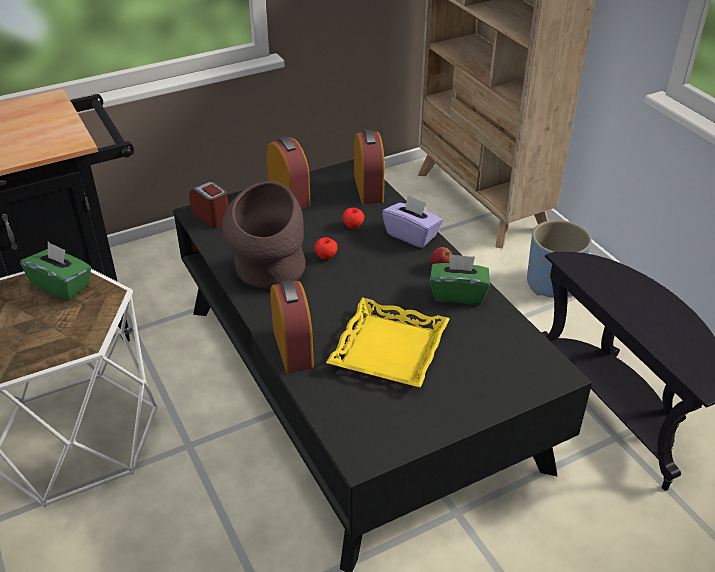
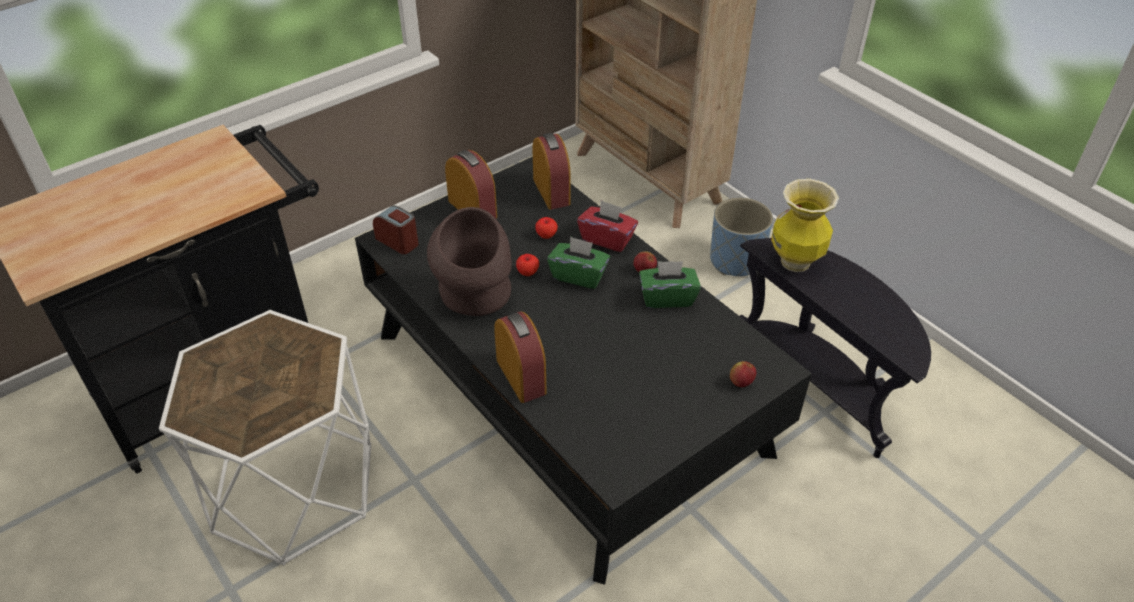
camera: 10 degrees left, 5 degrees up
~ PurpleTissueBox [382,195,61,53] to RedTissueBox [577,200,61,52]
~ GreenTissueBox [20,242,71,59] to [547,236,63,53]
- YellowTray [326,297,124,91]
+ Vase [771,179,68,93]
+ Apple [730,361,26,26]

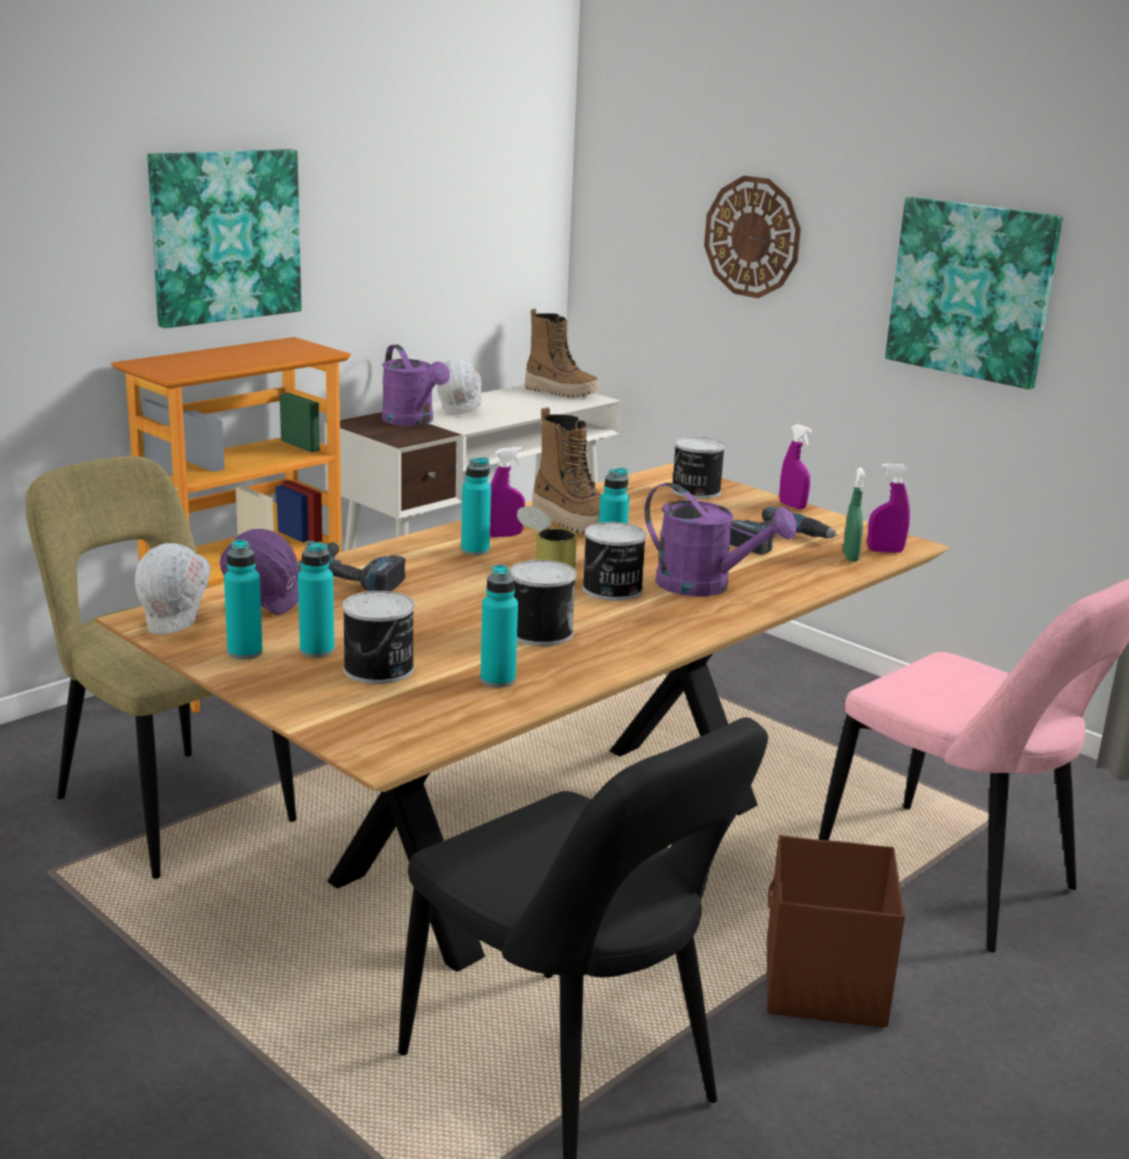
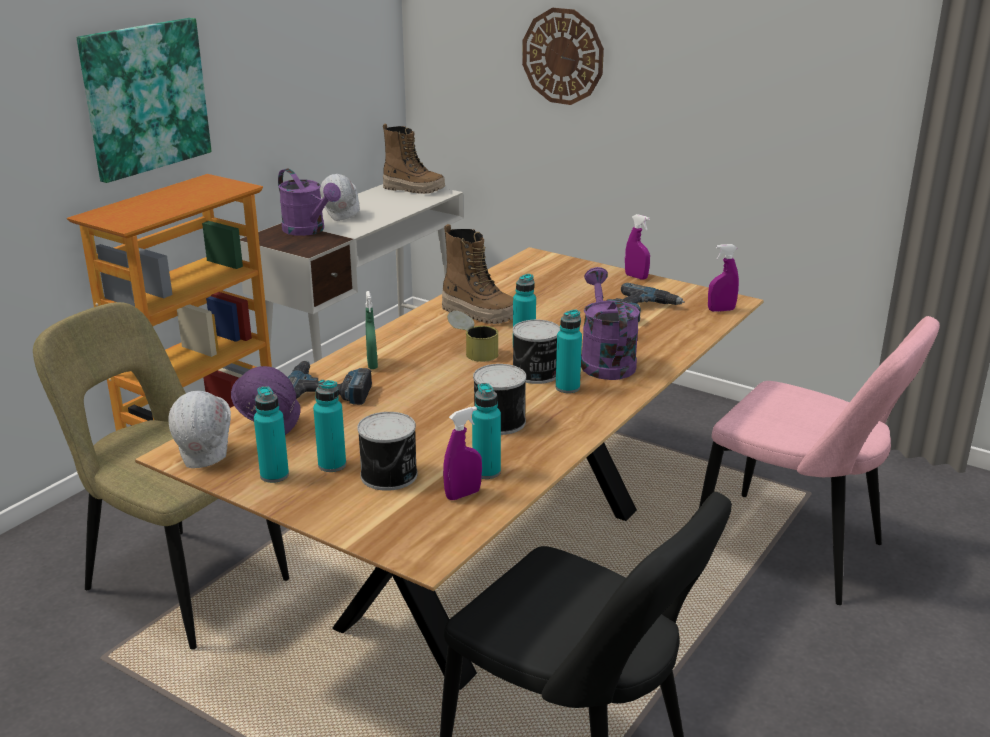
camera: 10 degrees left, 5 degrees up
- Picture [885,197,178,192]
- Can [672,437,53,62]
~ PurpleSprayBottle [490,447,35,90] to [443,406,39,94]
~ TurquoiseBottle [461,458,30,97] to [556,310,26,83]
~ GreenSprayBottle [843,468,23,94] to [366,291,12,78]
~ PurpleWateringCan [645,483,152,114] = [581,267,59,113] 120 degrees counterclockwise
- BrownStorageBox [767,835,138,193]

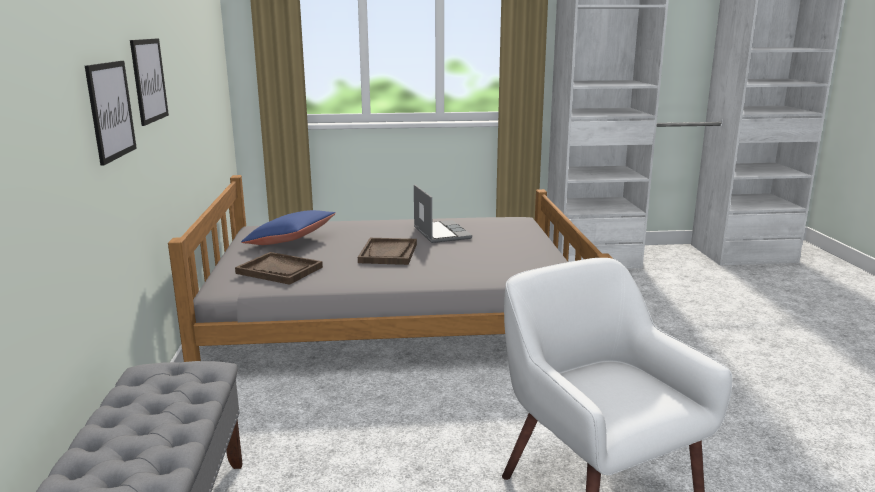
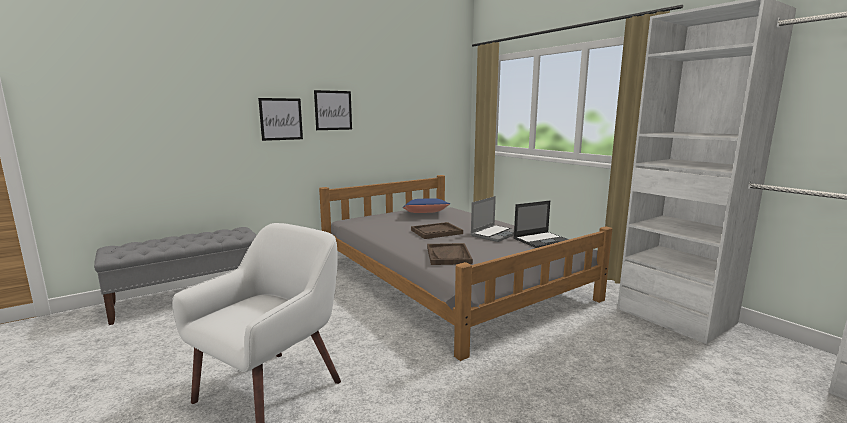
camera: 60 degrees right, 5 degrees down
~ BrownTray [235,252,88,33] to [427,243,46,22]
+ Laptop [513,201,56,47]

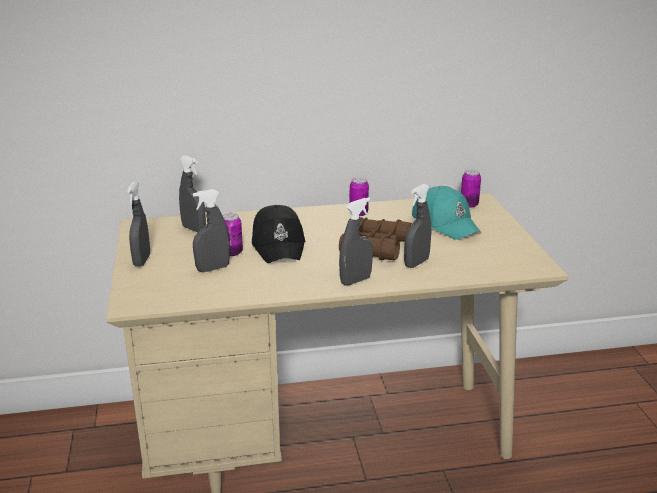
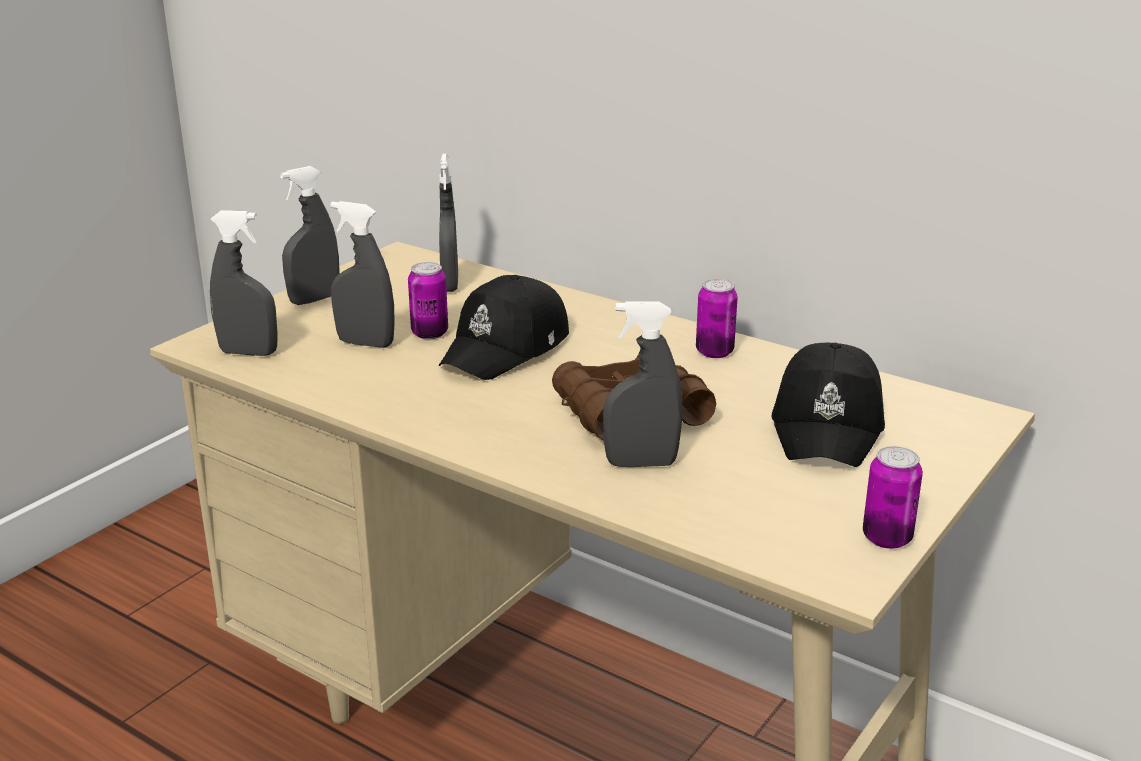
camera: 45 degrees right, 0 degrees up
~ Can [461,169,20,39] to [863,446,60,103]
~ TurquoiseCap [412,186,69,54] to BlackCap [772,343,113,124]
~ GreySprayBottle [339,197,34,89] to [210,210,68,146]

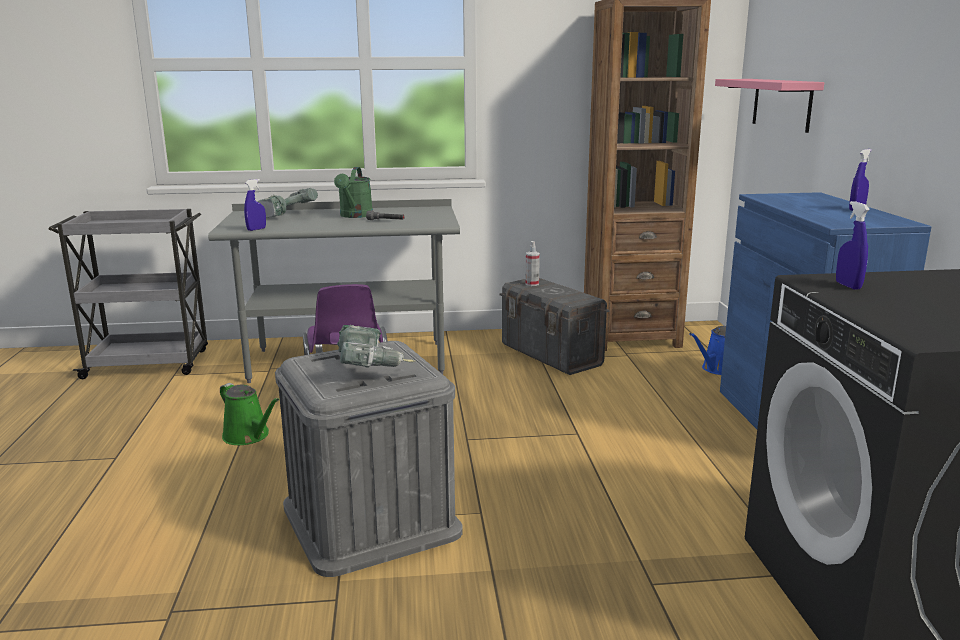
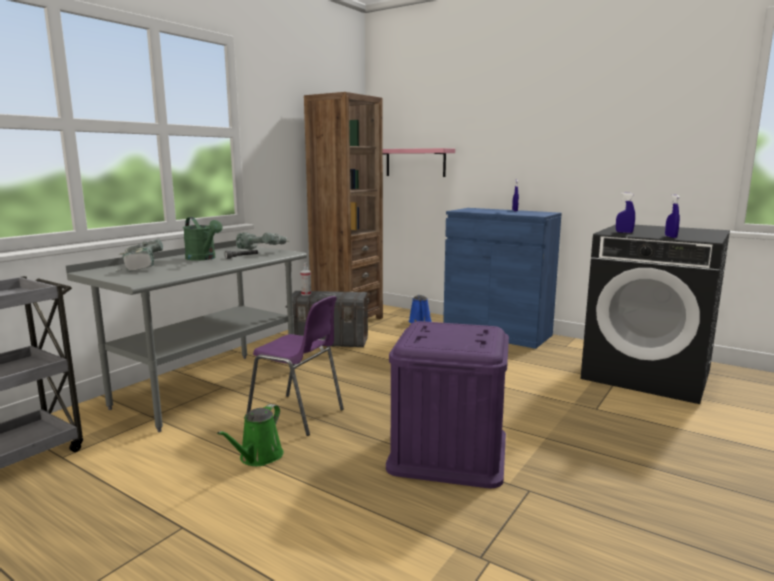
camera: 50 degrees left, 5 degrees down
~ BlueSprayBottle [244,179,22,52] to [665,194,15,44]
~ PowerDrill [337,325,78,43] to [236,232,53,18]
~ GreyStorageBox [275,341,188,236] to PurpleStorageBox [386,321,123,167]
~ GreenWateringCan [220,383,59,62] = [217,404,67,62] 120 degrees clockwise

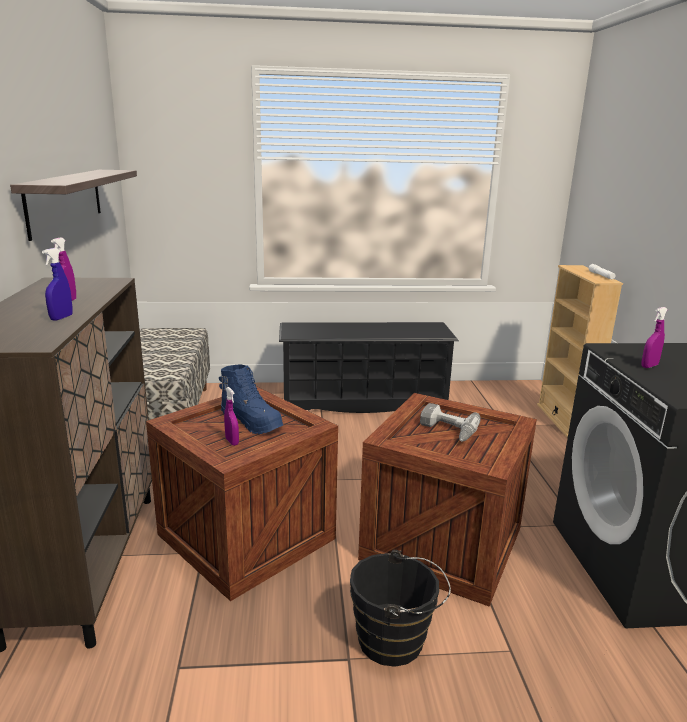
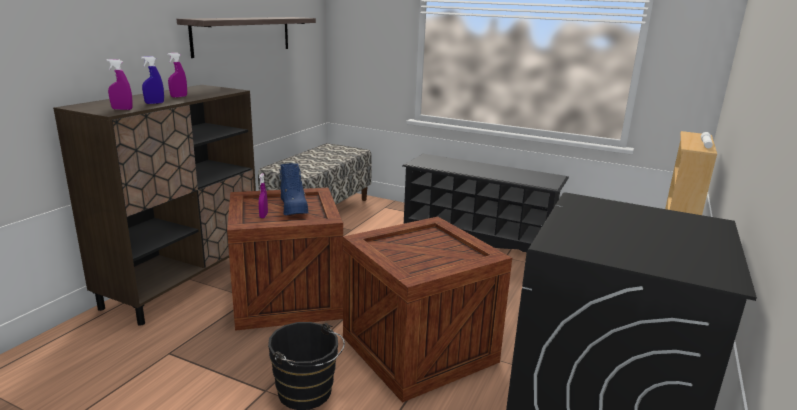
camera: 30 degrees right, 0 degrees up
~ PurpleSprayBottle [641,307,27,61] to [106,59,27,51]
- PowerDrill [420,403,61,39]

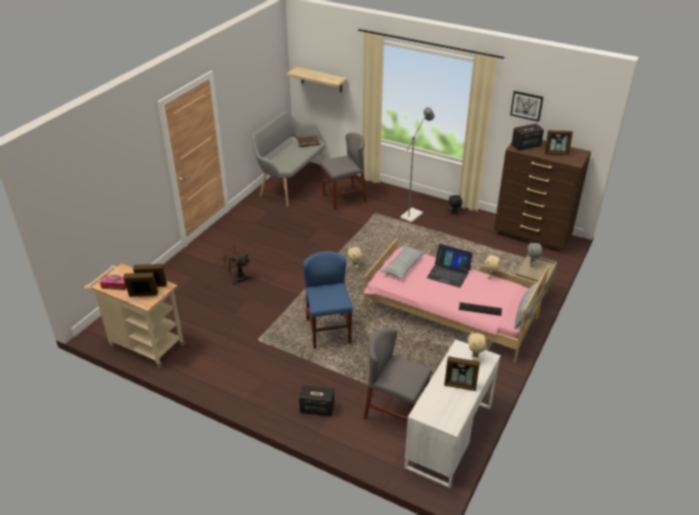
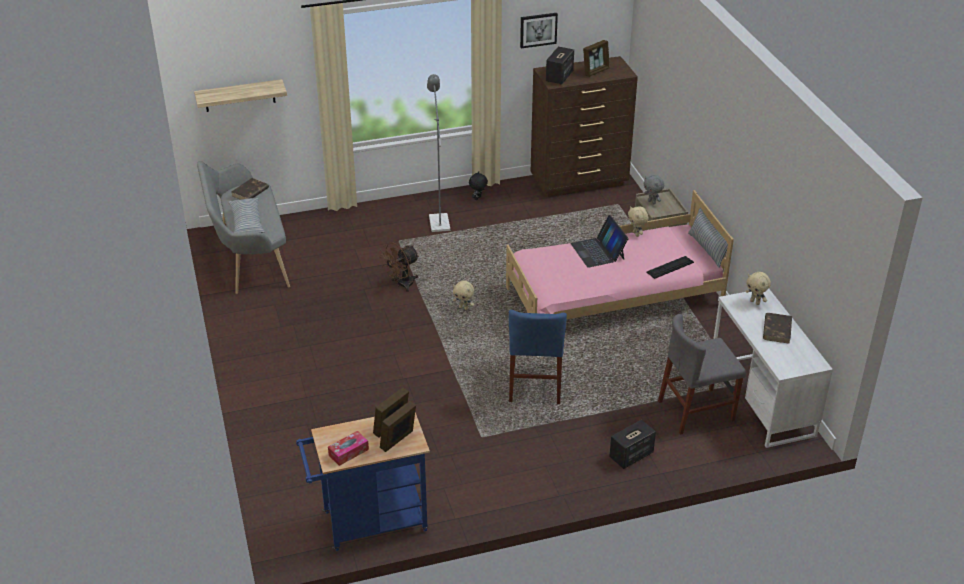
camera: 45 degrees left, 0 degrees up
- GreyChair [320,132,46,77]
~ BrownFan [222,244,30,41] to [379,242,40,50]
~ Laptop [427,244,46,44] = [571,215,57,53] 90 degrees clockwise
~ Pillow [380,245,46,35] to [228,198,37,35]
~ BlueChair [303,251,50,98] = [509,310,58,94] 120 degrees counterclockwise
~ BeigeCart [84,263,101,104] to BlueCart [296,412,134,139]
~ PictureFrame [444,356,36,35] to BrownBook [763,313,29,31]

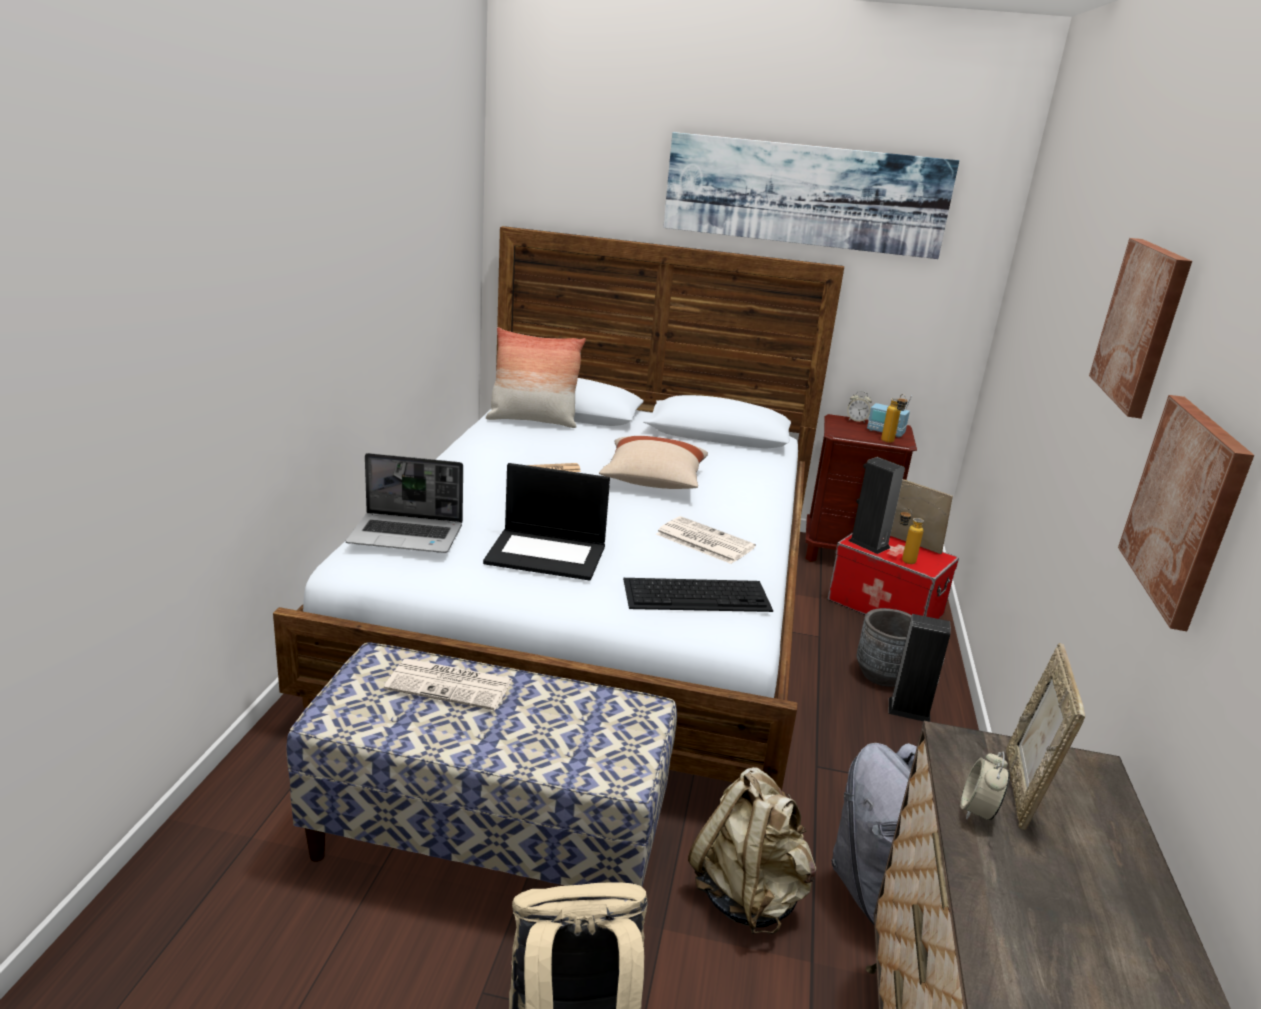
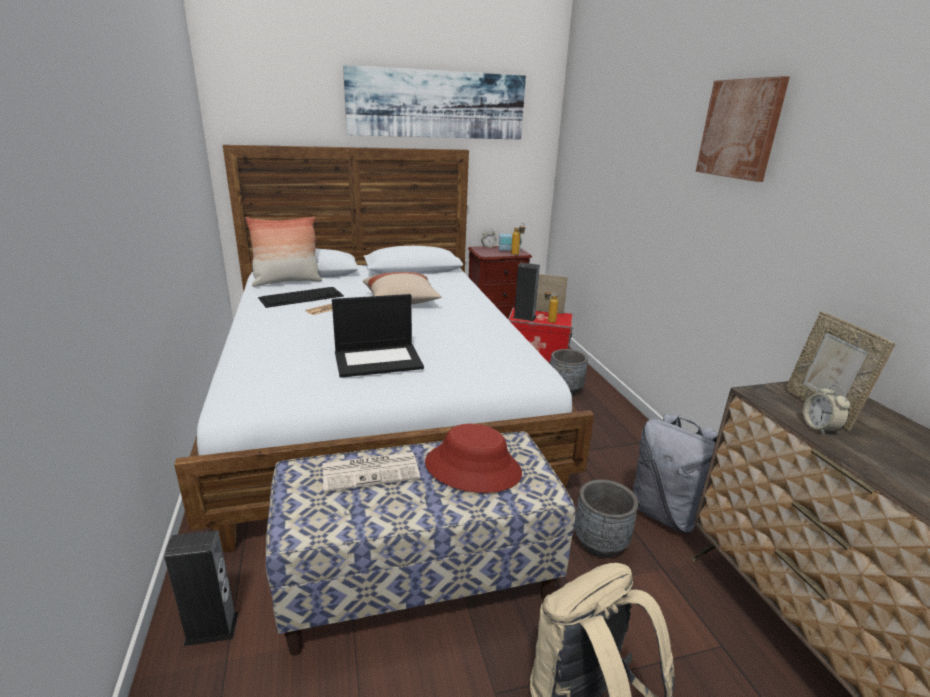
camera: 25 degrees left, 0 degrees up
- Picture [1118,395,136,236]
- Laptop [346,453,117,100]
- Newspaper [656,516,100,48]
~ Keyboard [623,578,150,34] to [258,287,86,21]
~ Speaker [888,614,63,108] to [164,530,75,116]
~ BeigeBackpack [688,767,129,167] to GreyPlanter [574,479,64,79]
+ RedHat [425,424,97,69]

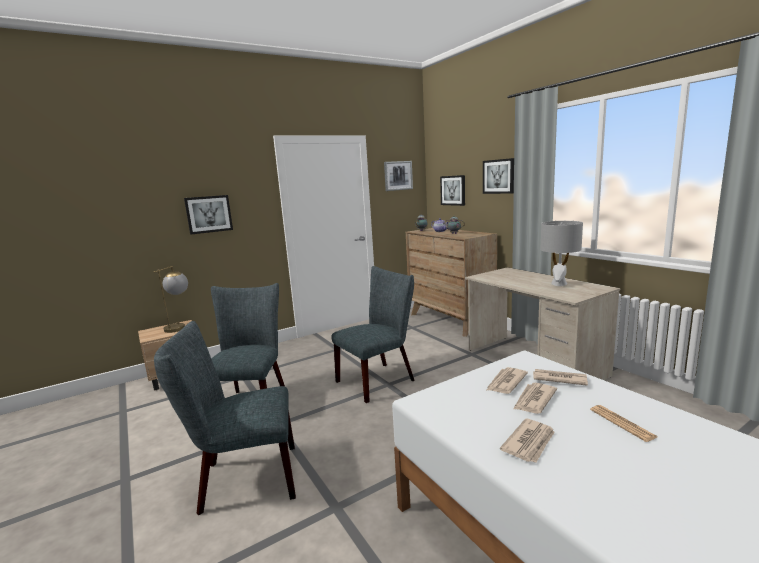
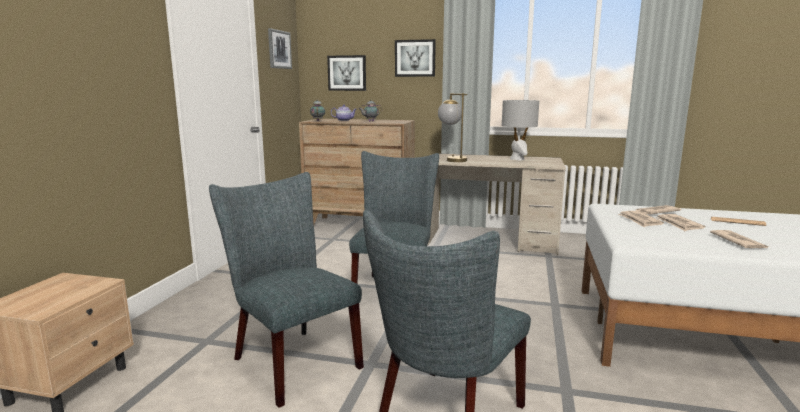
camera: 45 degrees left, 0 degrees up
- Picture [184,195,49,40]
~ TableLamp [154,266,34,67] to [438,93,30,69]

